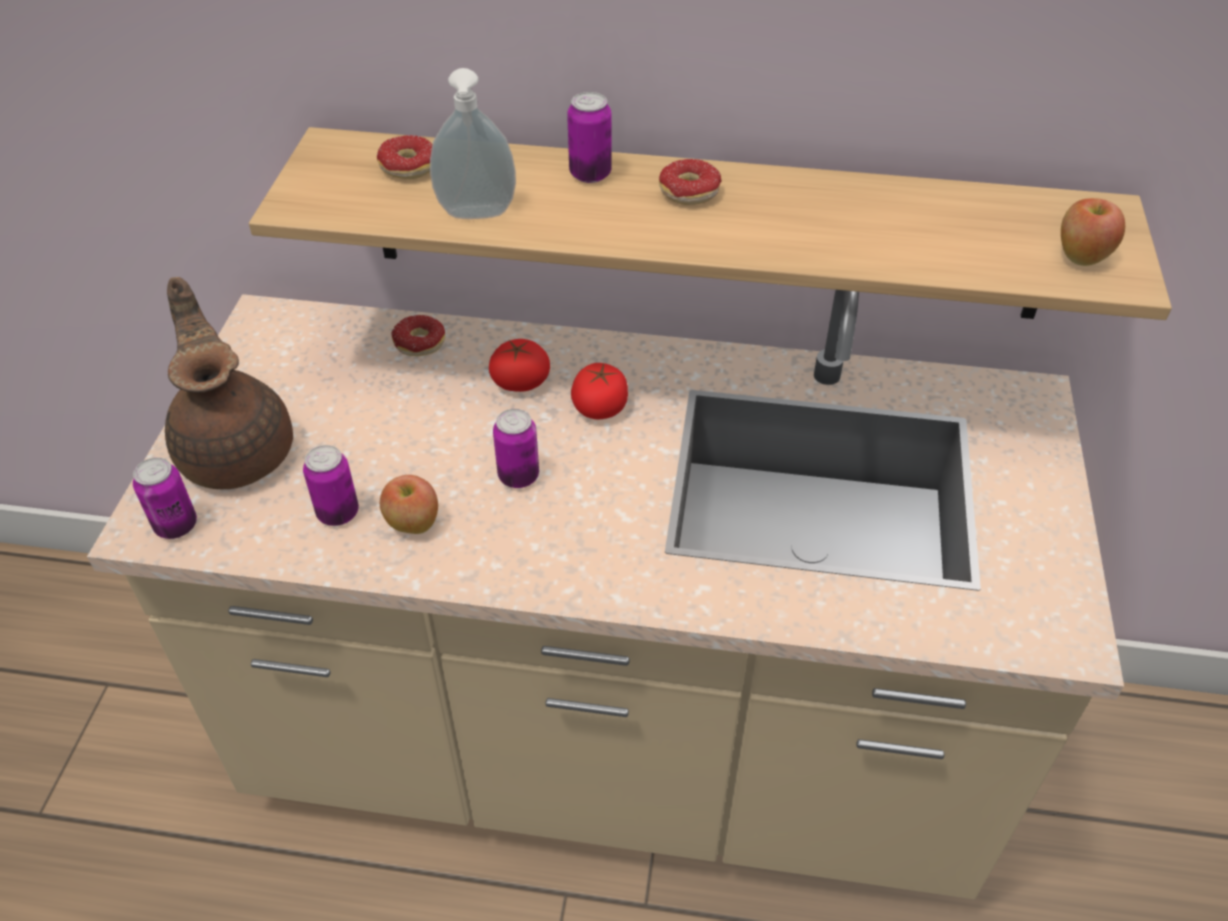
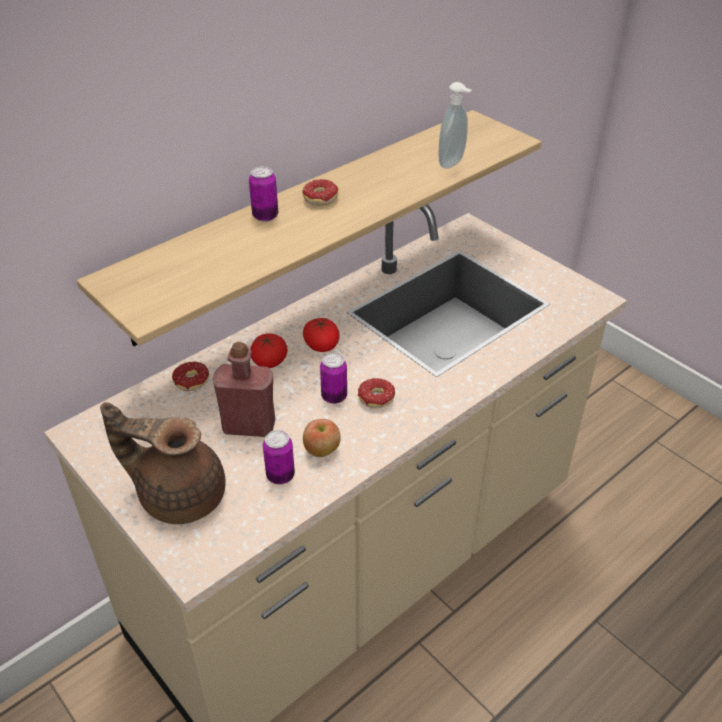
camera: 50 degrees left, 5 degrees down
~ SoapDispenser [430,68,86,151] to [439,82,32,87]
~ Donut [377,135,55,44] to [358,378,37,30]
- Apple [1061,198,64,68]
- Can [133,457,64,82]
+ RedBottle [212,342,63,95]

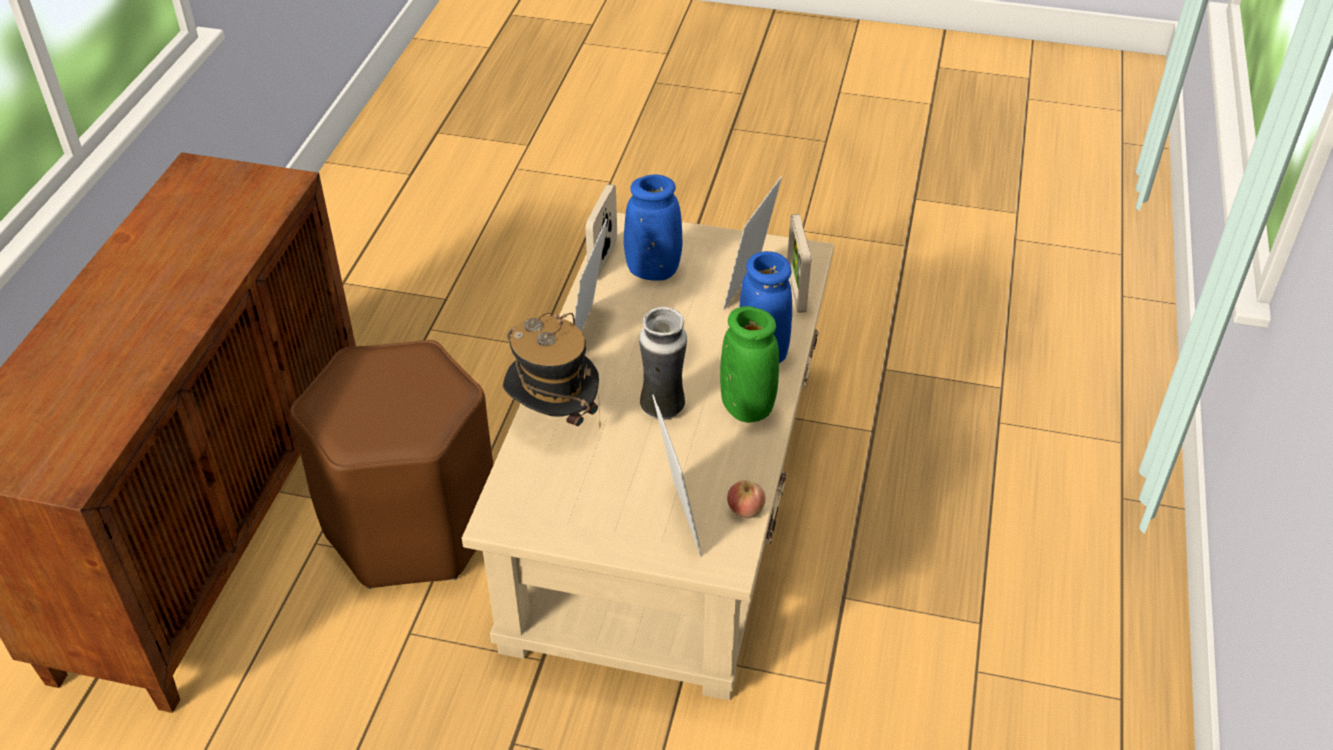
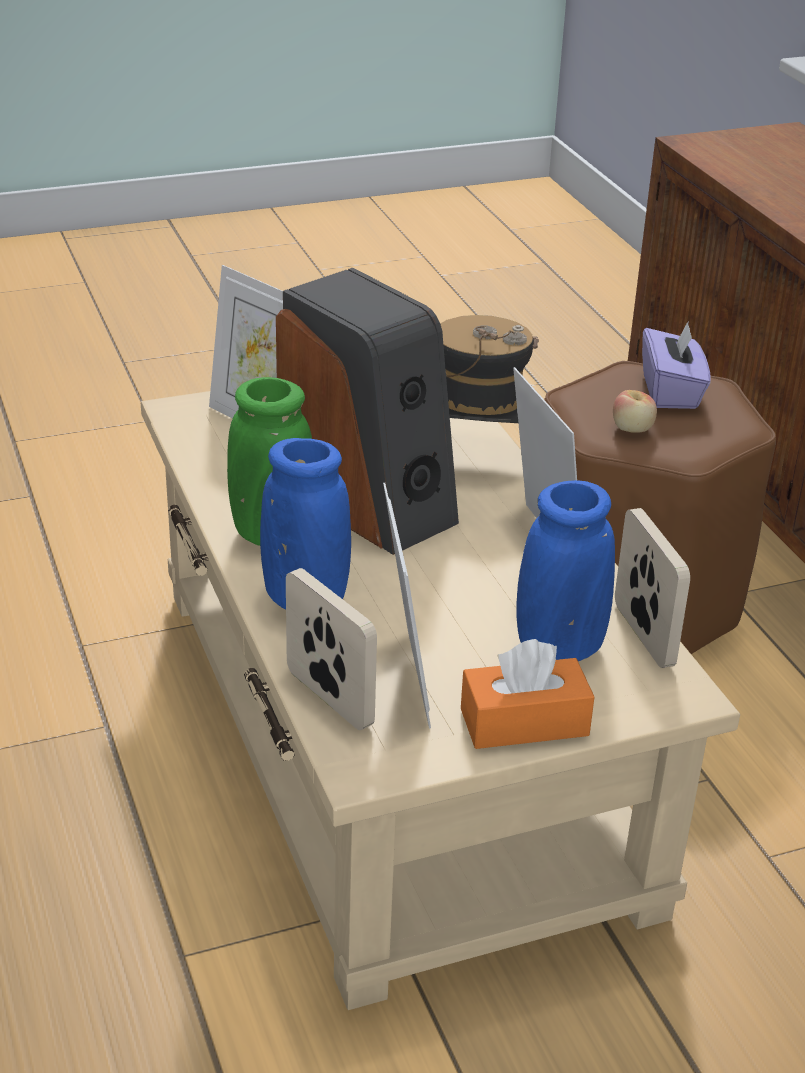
camera: 145 degrees right, 10 degrees down
~ Vase [639,307,48,113] to Speaker [276,268,183,287]
~ Apple [727,480,39,38] to [613,390,44,43]
+ PurpleTissueBox [642,320,69,89]
+ OrangeTissueBox [461,639,133,110]

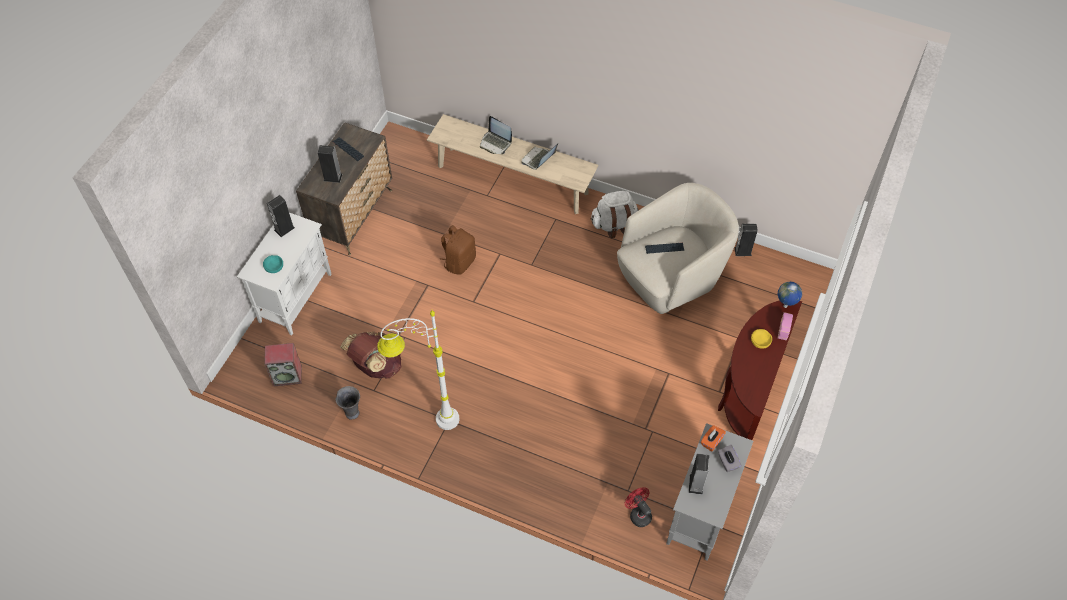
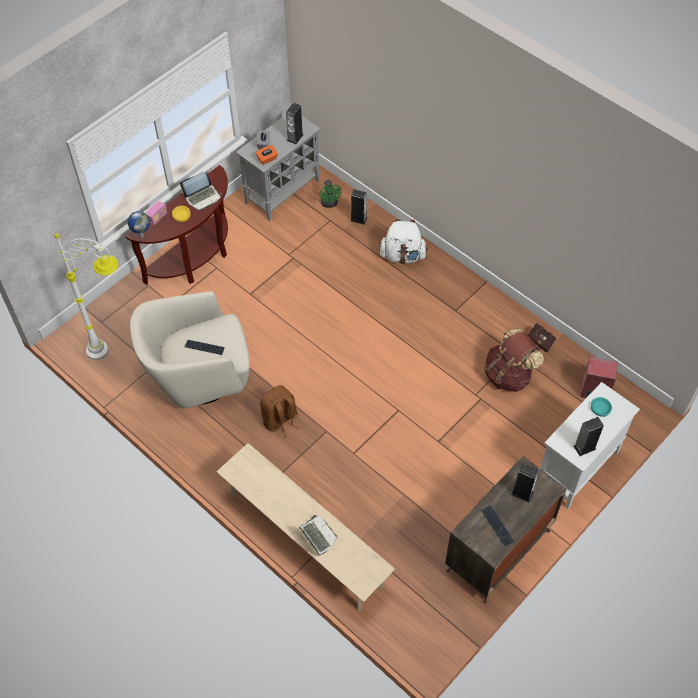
camera: 160 degrees left, 0 degrees up
~ Laptop [521,143,37,27] to [180,172,42,39]
~ WhiteBackpack [591,191,47,47] to [379,219,49,45]
~ Speaker [734,224,24,32] to [350,189,18,36]
~ BrownBackpack [440,225,36,50] to [260,385,39,53]
~ WhiteFloorLamp [377,311,82,119] to [54,232,65,128]
~ GreyVase [335,386,25,34] to RedBook [529,323,28,30]
~ RedFan [625,487,27,40] to GreenFan [320,180,22,28]

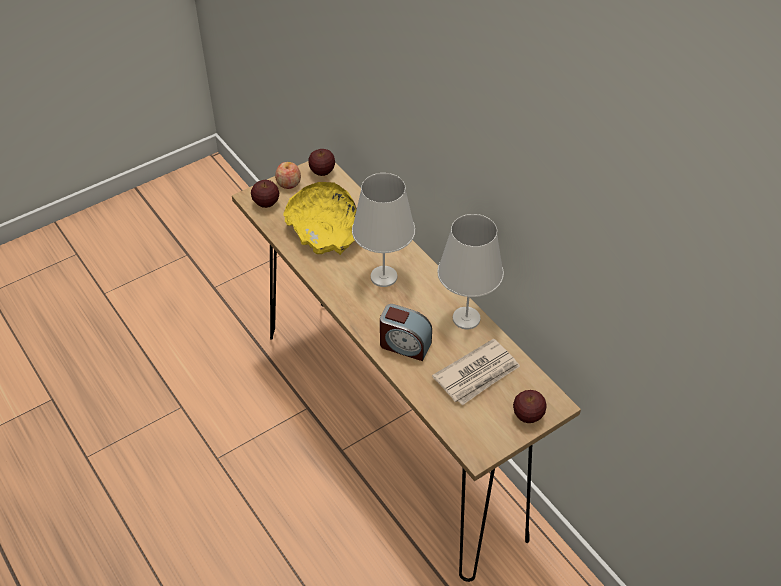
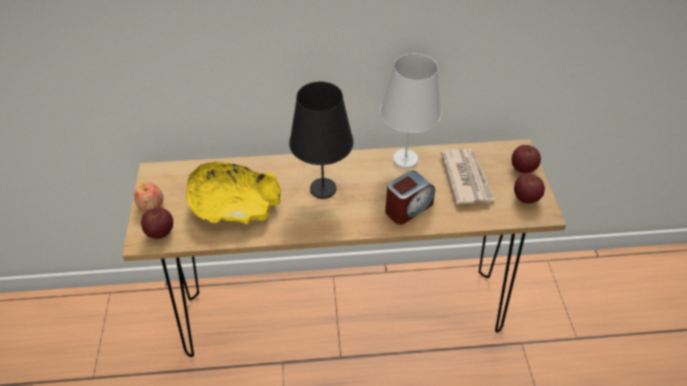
camera: 60 degrees left, 0 degrees up
~ Apple [308,149,27,27] to [514,174,31,29]
~ WhiteTableLamp [352,173,63,114] to BlackTableLamp [289,82,65,117]

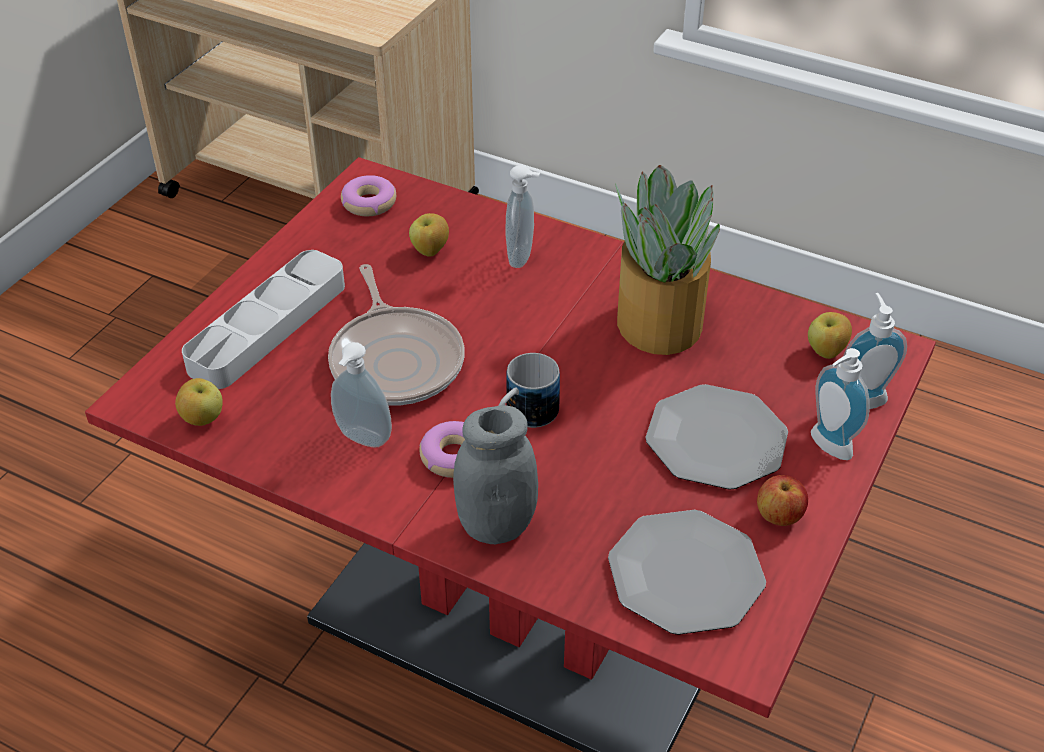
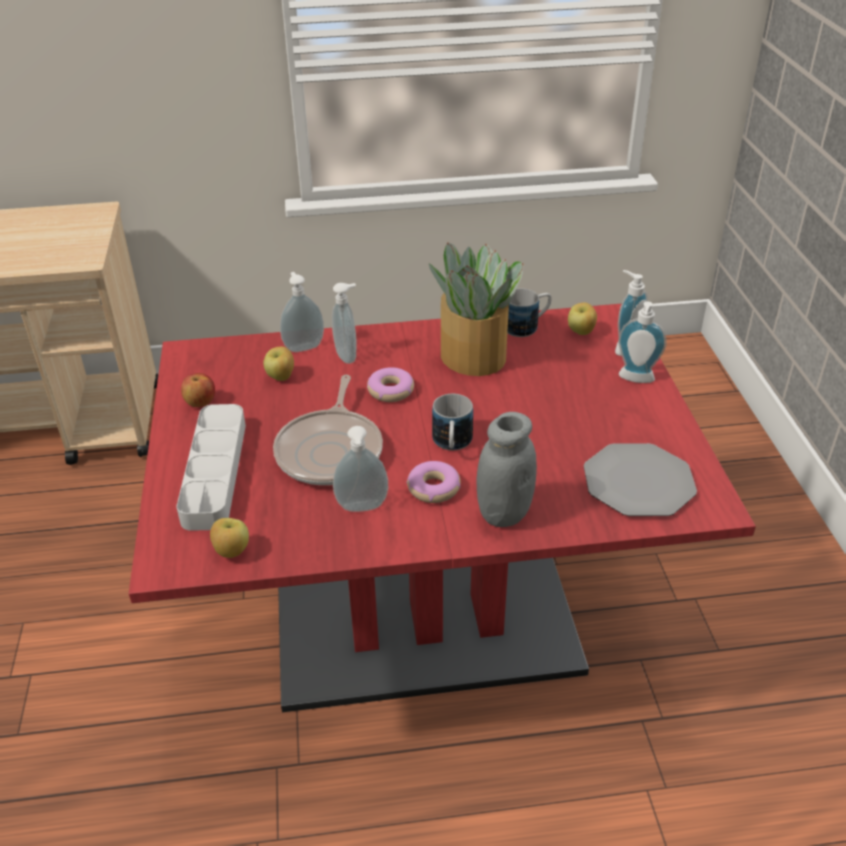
camera: 35 degrees left, 5 degrees down
~ Donut [341,175,55,41] to [367,367,47,35]
~ FryingPan [328,264,137,142] = [273,375,110,110] 60 degrees clockwise
- Plate [645,384,143,105]
~ Apple [757,475,51,51] to [181,373,34,34]
+ SoapDispenser [280,272,44,80]
+ Mug [507,288,45,49]

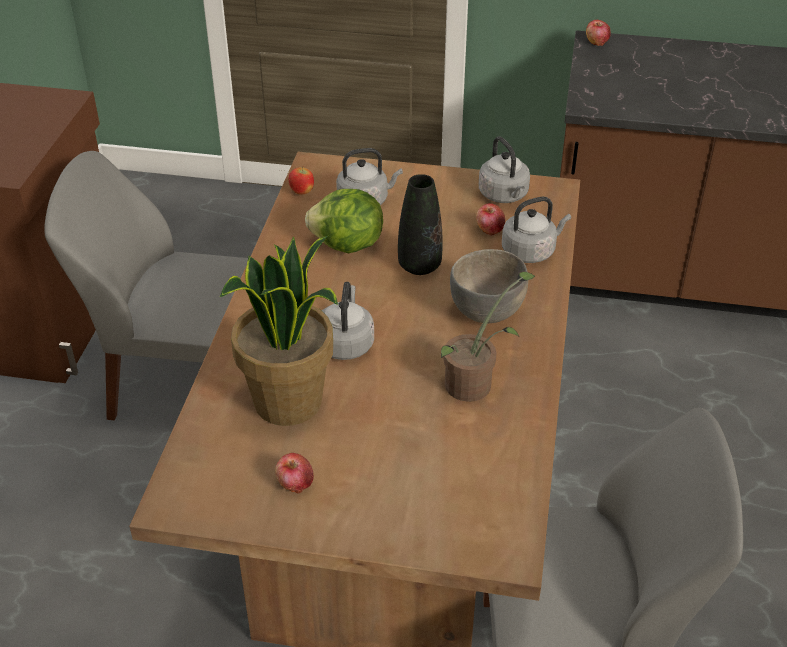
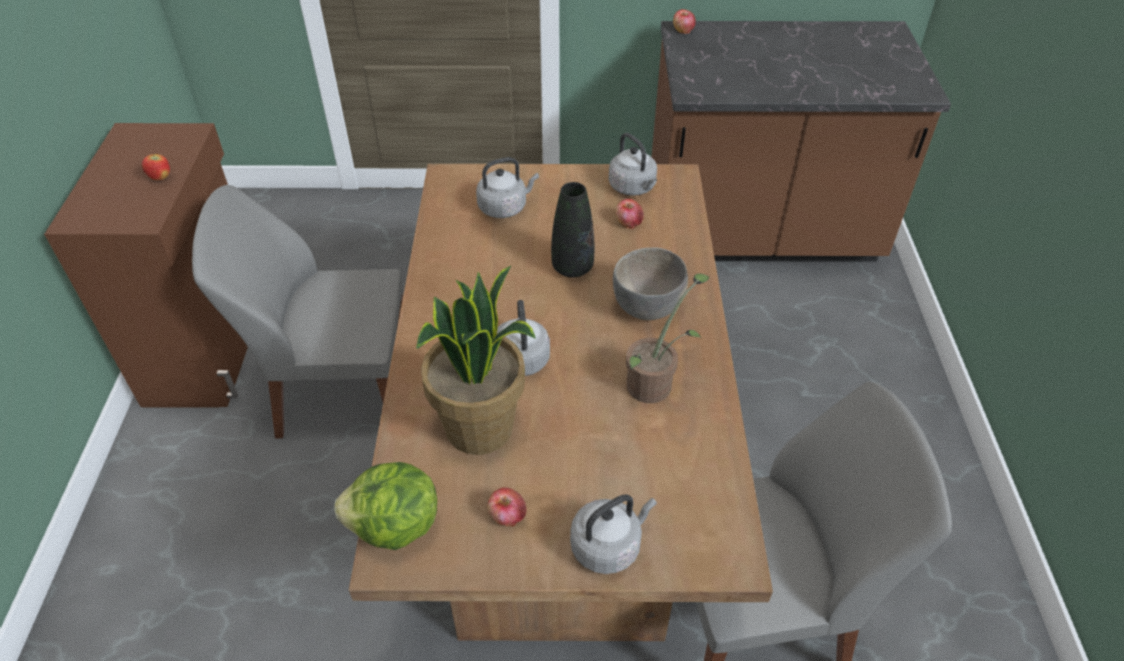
camera: 10 degrees left, 5 degrees up
~ Apple [288,167,26,27] to [142,152,28,29]
~ Lettuce [305,189,78,64] to [334,462,103,88]
~ GreyKettle [502,197,69,66] to [570,494,87,80]

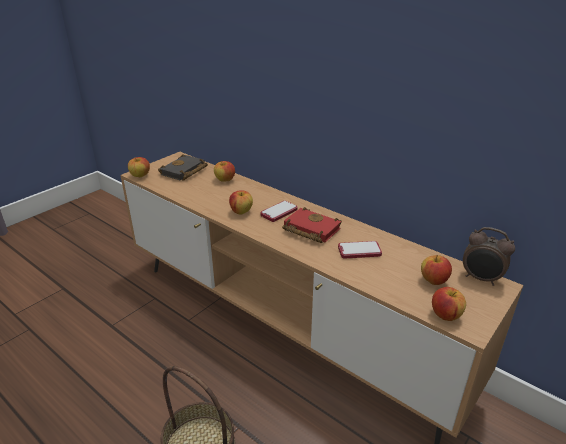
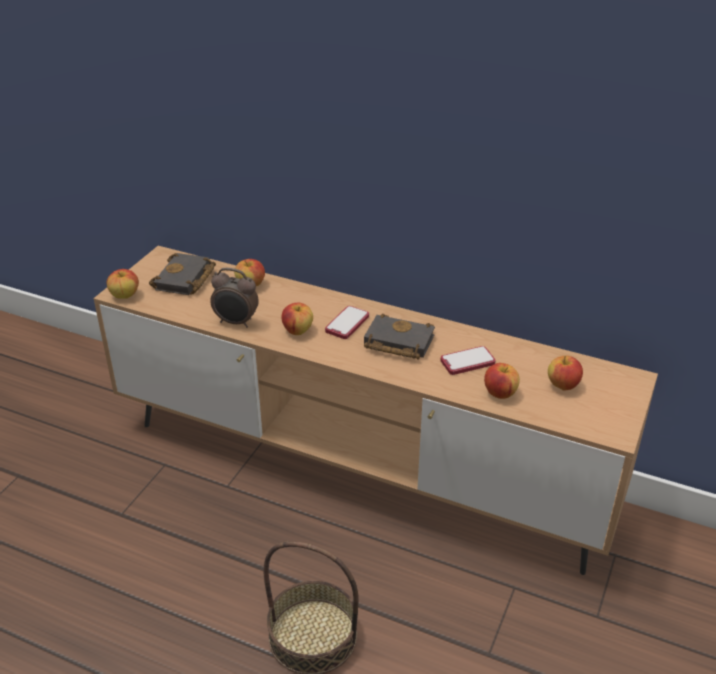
camera: 15 degrees left, 5 degrees up
~ RedBook [282,207,60,36] to BlackBook [364,314,71,46]
~ AlarmClock [463,227,52,59] to [210,268,49,60]
~ Apple [432,287,34,34] to [484,363,36,36]

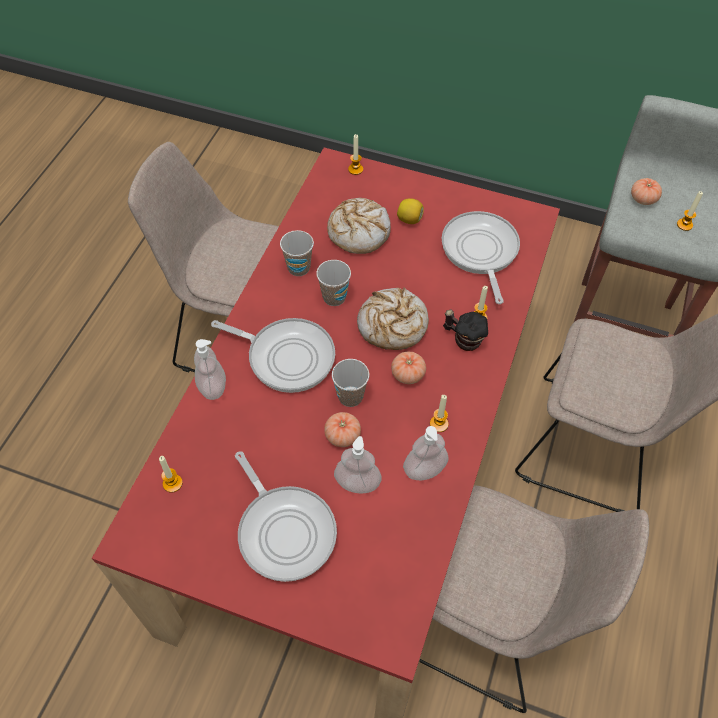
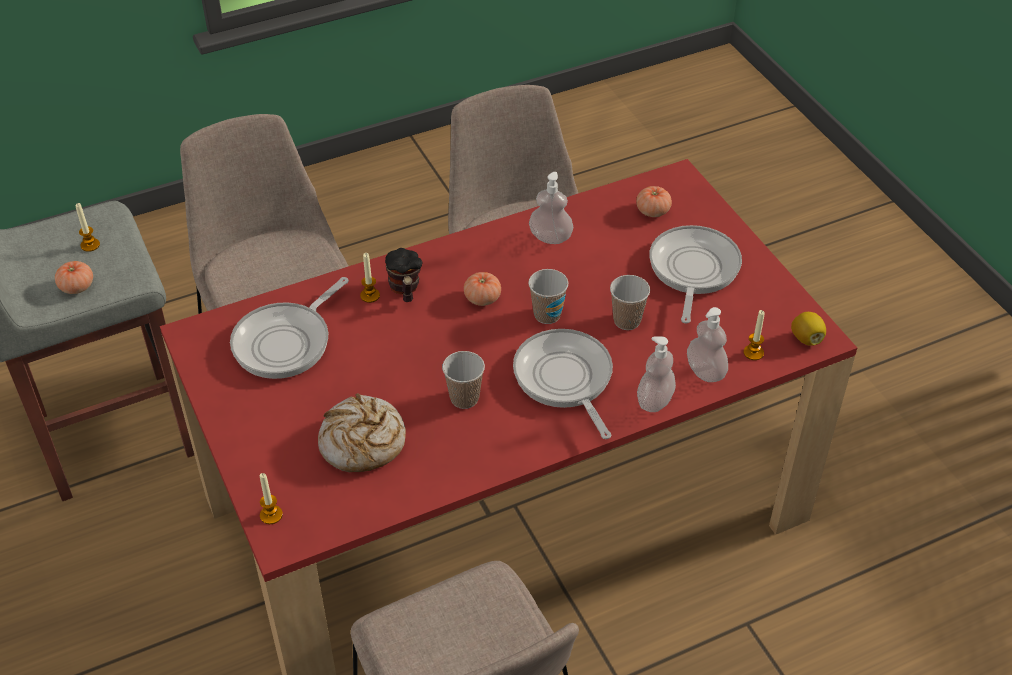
camera: 135 degrees left, 10 degrees down
~ Lemon [397,198,27,26] to [791,312,35,34]
~ Cup [280,230,34,46] to [610,275,40,55]
- Bread [357,287,72,63]
- Candle [430,395,19,37]
~ Tomato [324,412,37,35] to [636,186,36,31]
~ SoapDispenser [334,436,48,57] to [687,307,41,75]

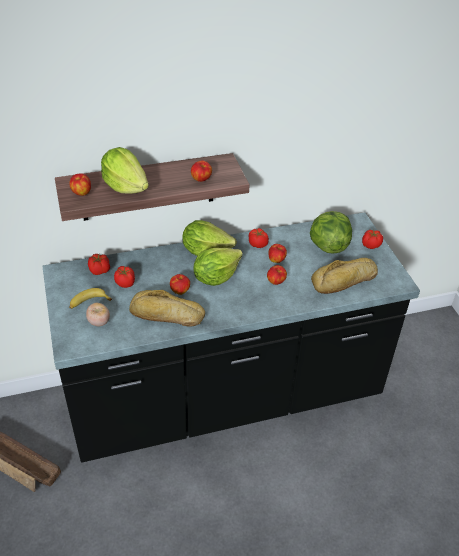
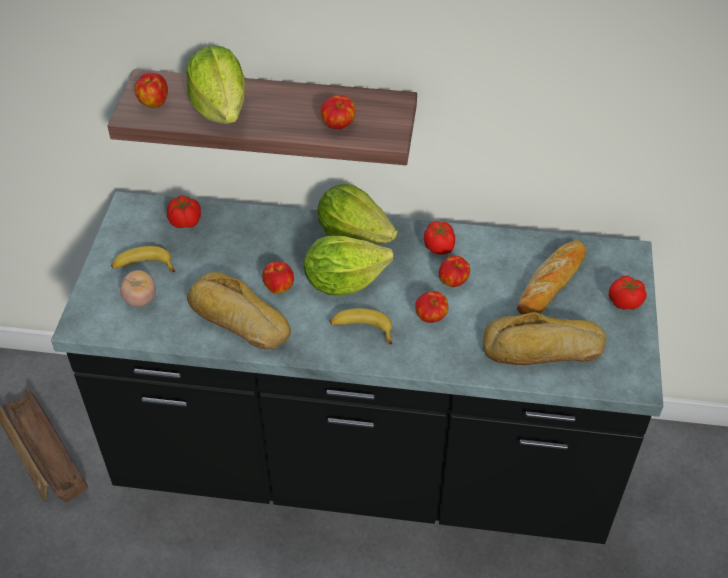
camera: 25 degrees right, 5 degrees up
~ Lettuce [310,211,42,43] to Bread [517,240,69,75]
- Tomato [114,266,21,22]
+ Banana [330,308,63,36]

